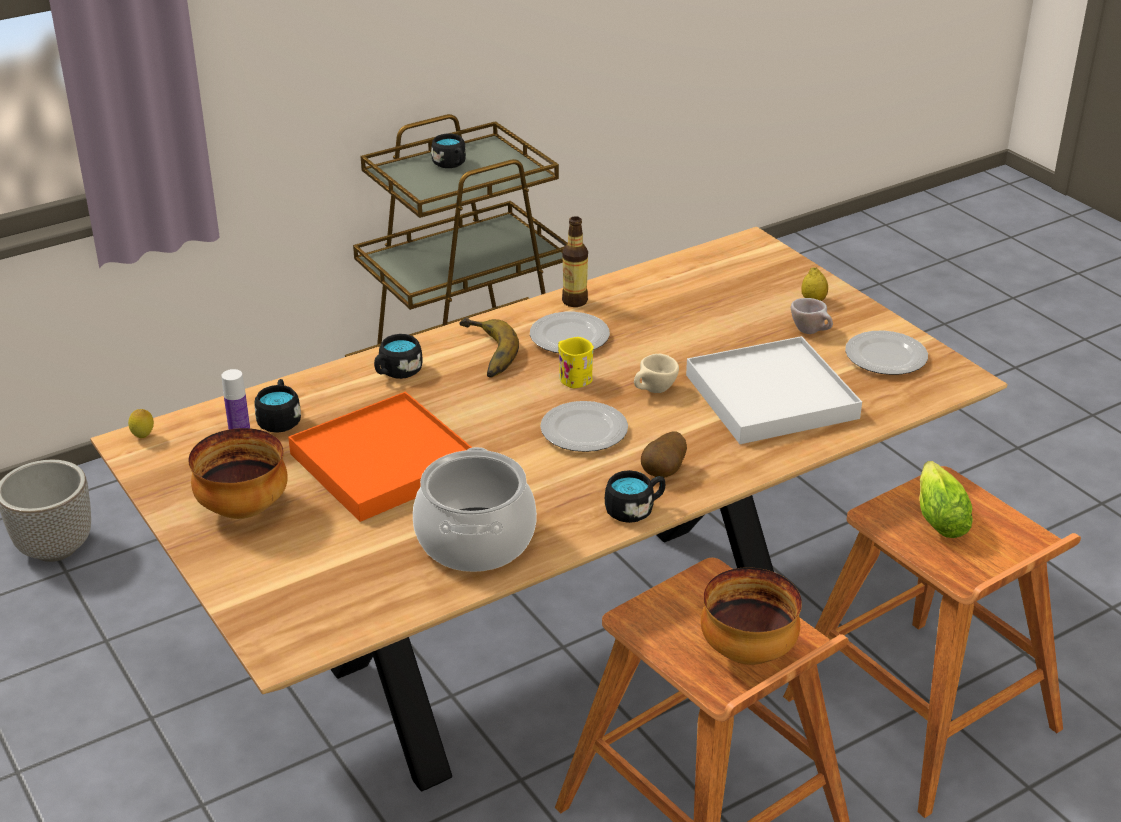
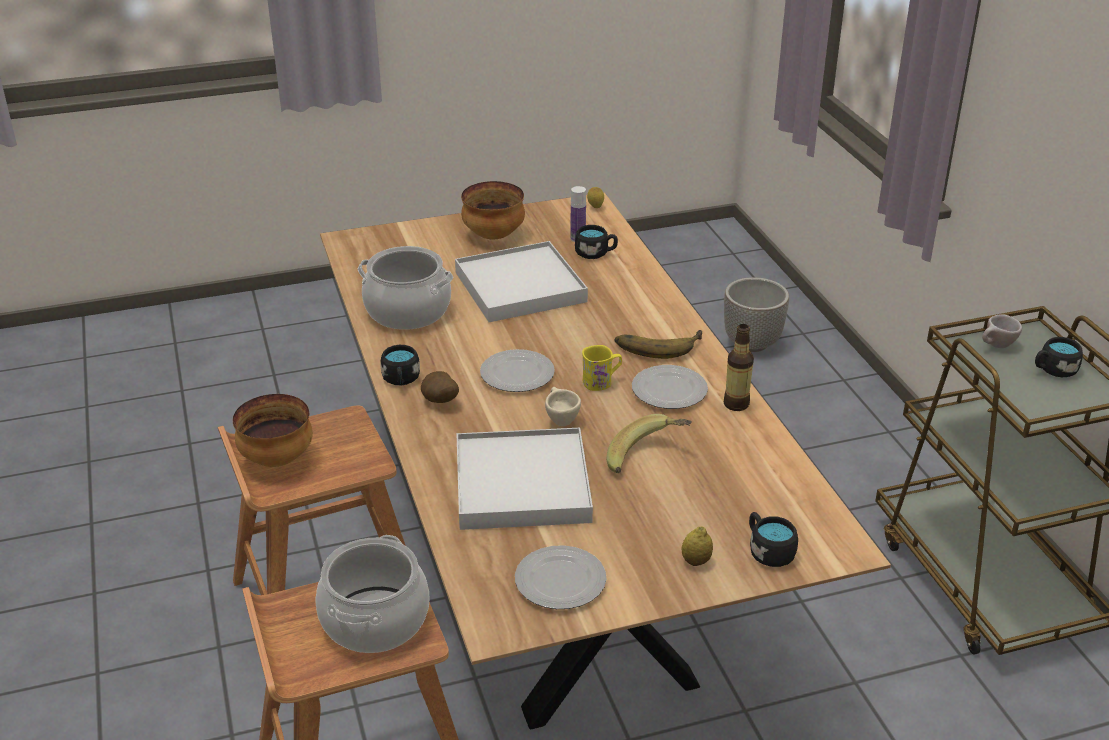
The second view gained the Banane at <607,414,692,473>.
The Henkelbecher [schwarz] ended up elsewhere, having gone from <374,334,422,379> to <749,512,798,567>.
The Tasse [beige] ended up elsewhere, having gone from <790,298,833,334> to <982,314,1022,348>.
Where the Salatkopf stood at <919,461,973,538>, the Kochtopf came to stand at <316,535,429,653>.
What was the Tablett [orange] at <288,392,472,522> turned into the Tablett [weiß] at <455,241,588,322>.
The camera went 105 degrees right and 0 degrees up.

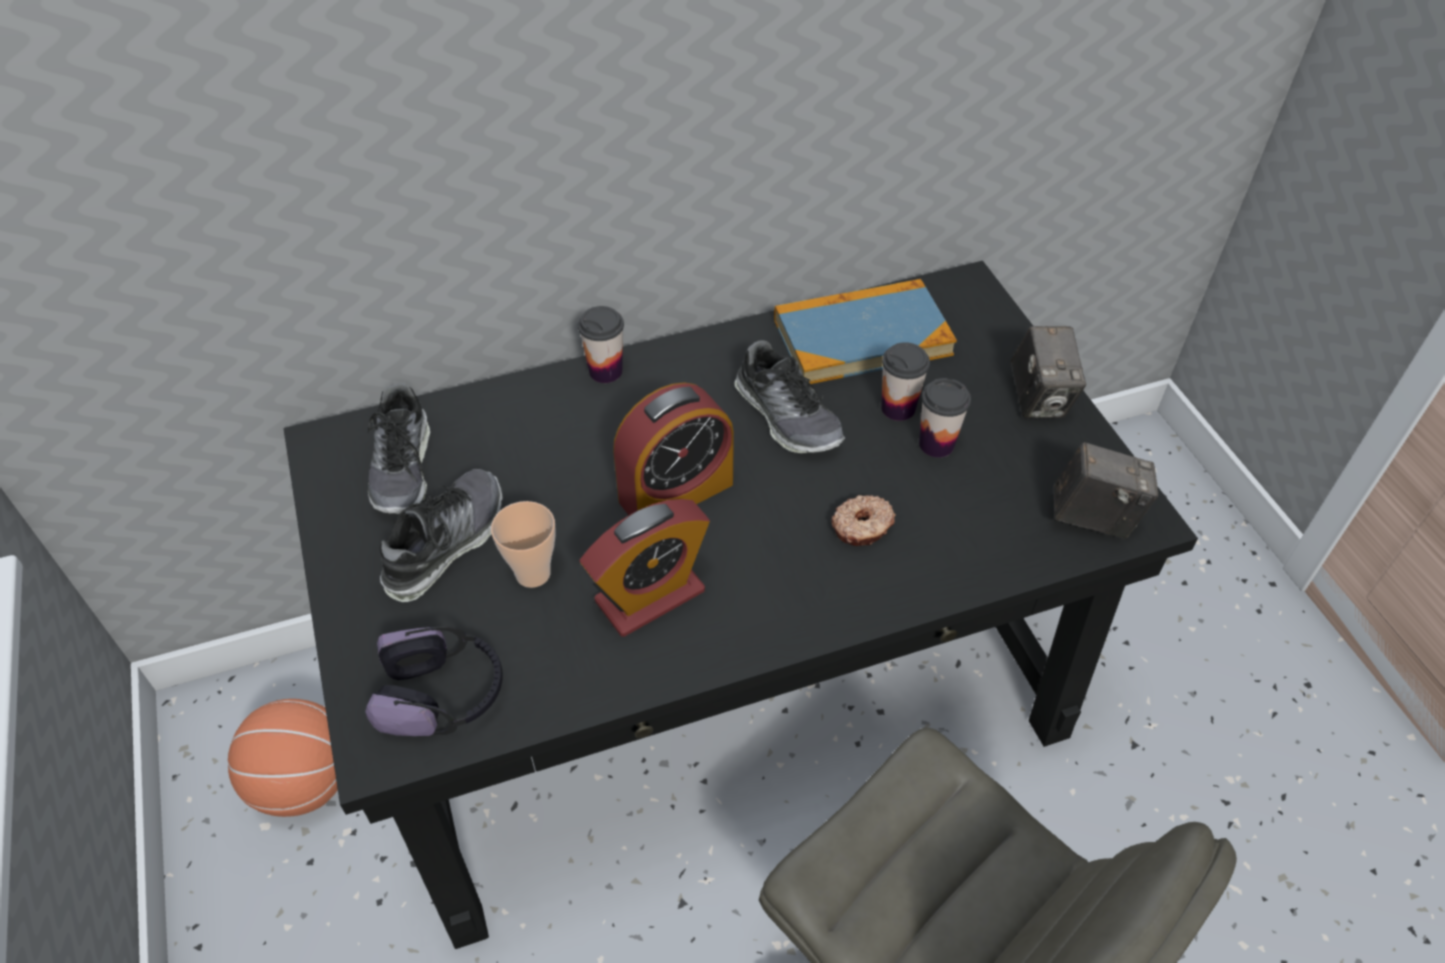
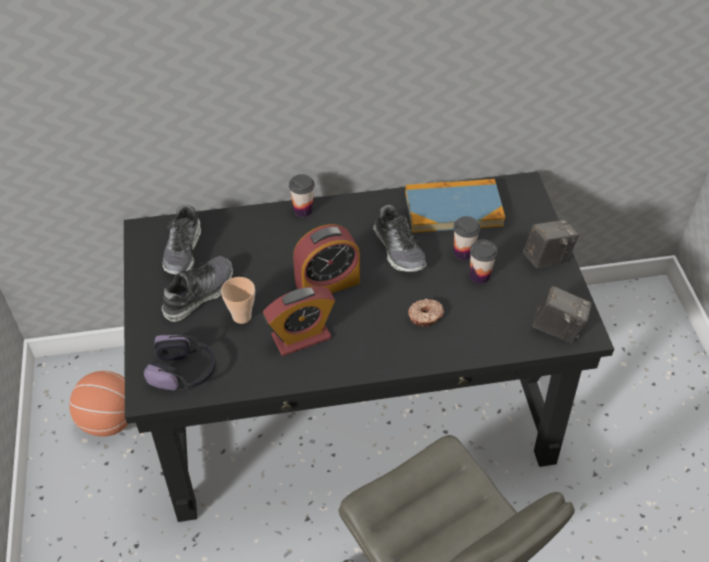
The Kamera at <1010,326,1086,418> ended up facing another way, 120 degrees counterclockwise from before.
The camera went 10 degrees right and 0 degrees up.

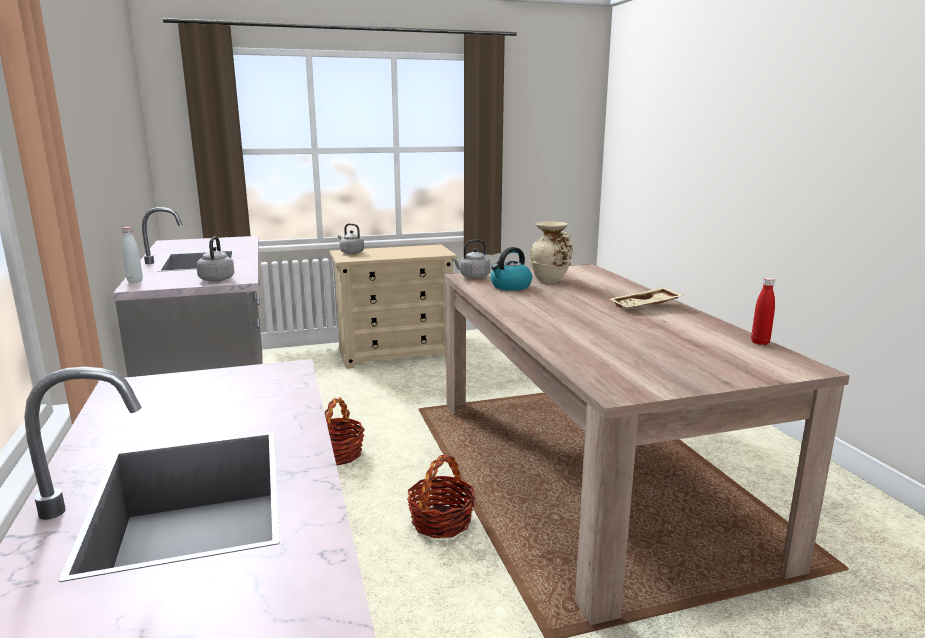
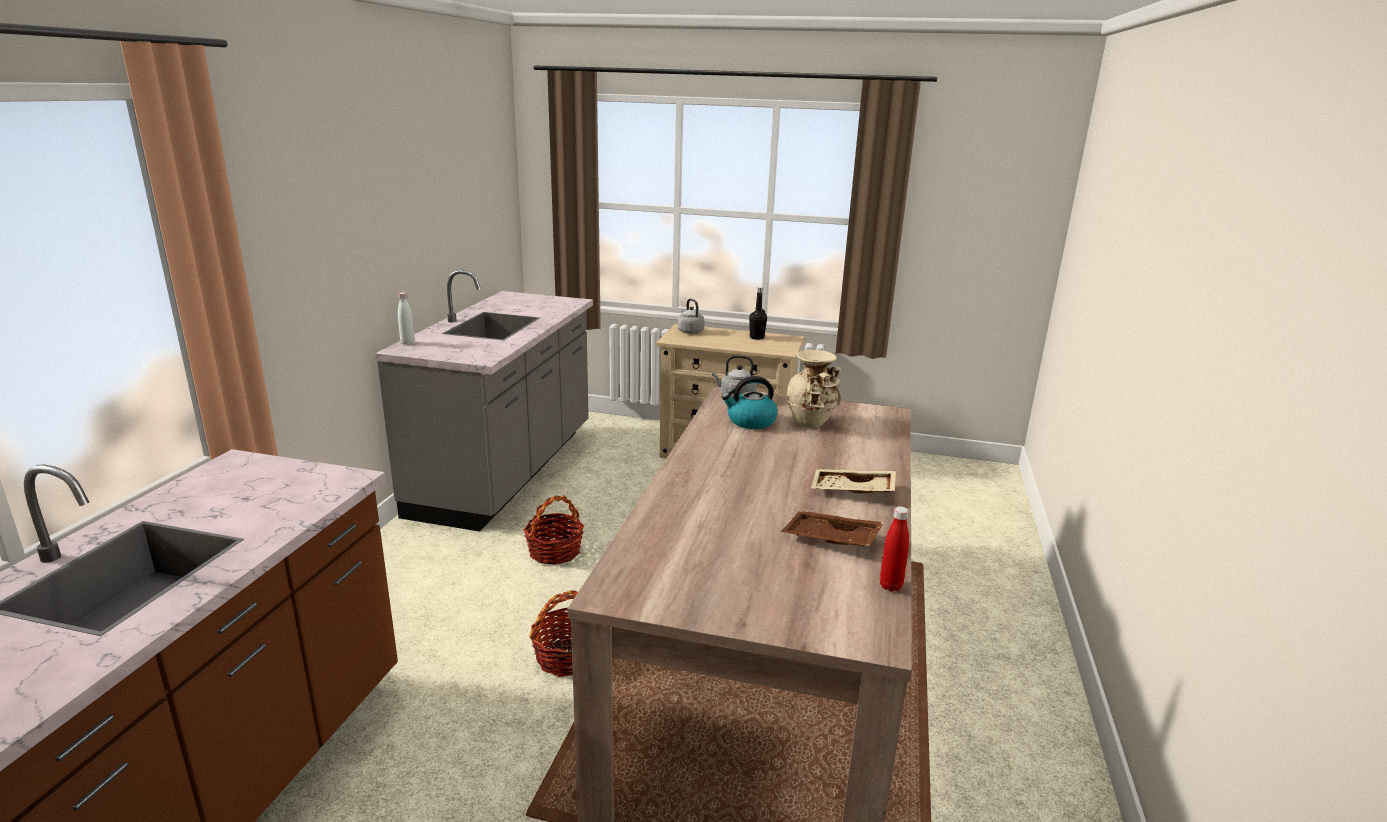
The second view lost the Wasserkessel [grau] at <196,236,234,282>.
The second view gained the Flasche [schwarz] at <749,287,767,340>.
The second view gained the Tablett [braun] at <780,511,884,547>.
The camera went 30 degrees right and 5 degrees up.

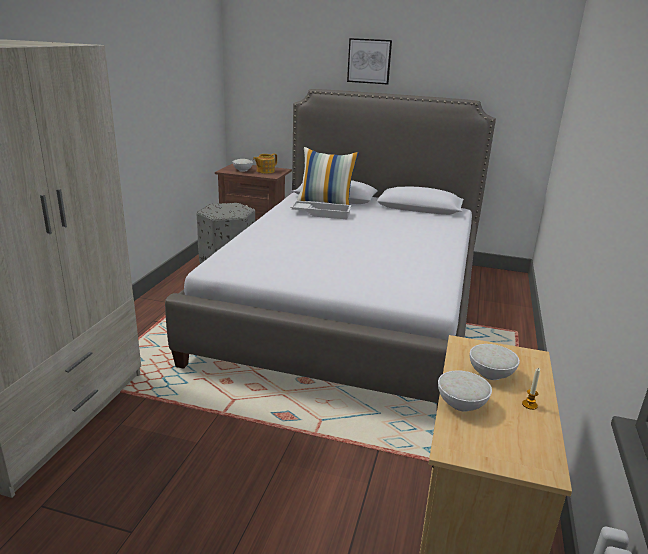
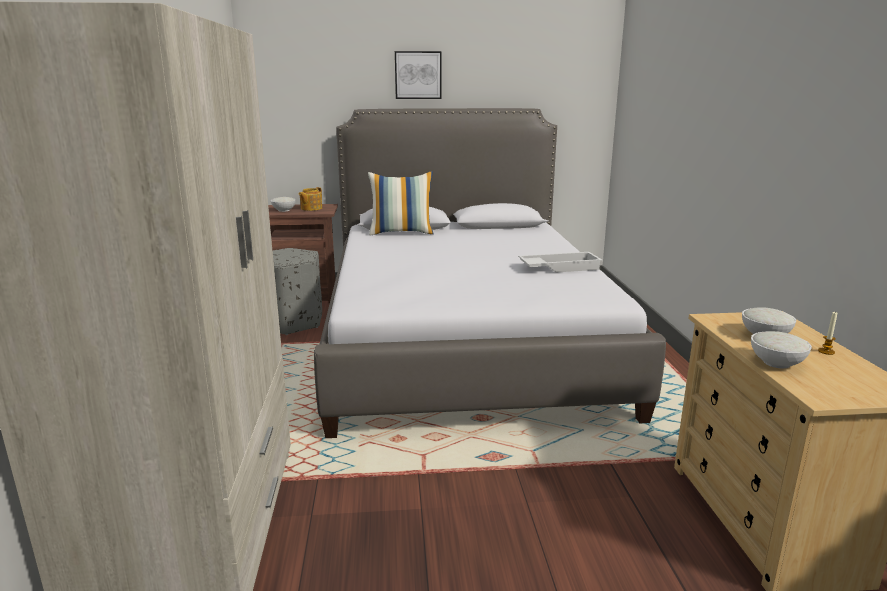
The Tablett [weiß] ended up elsewhere, having gone from <290,200,352,219> to <518,252,603,273>.
The camera went 20 degrees left and 5 degrees down.

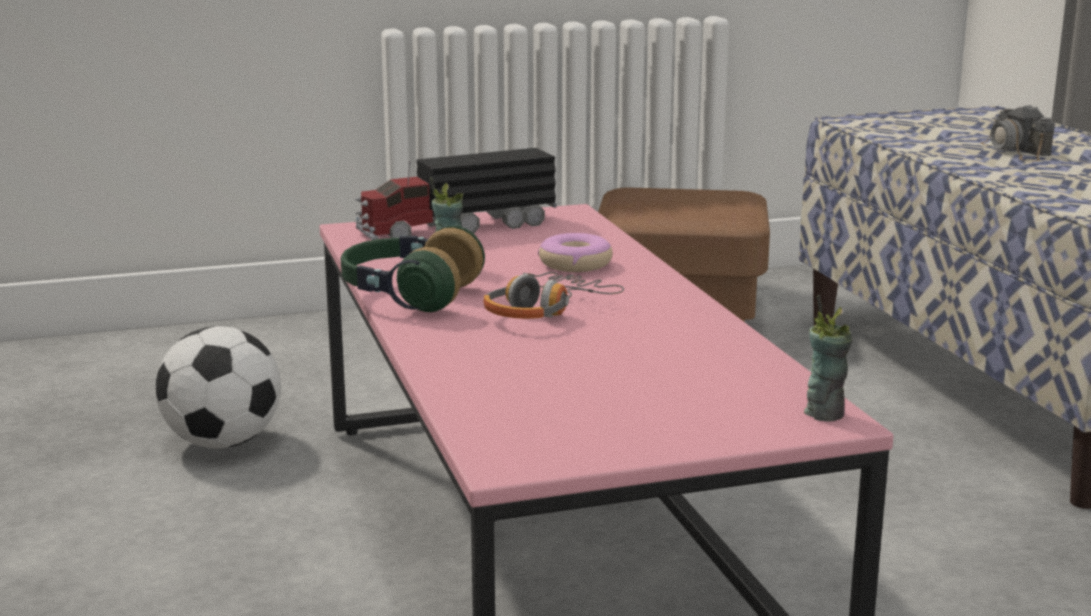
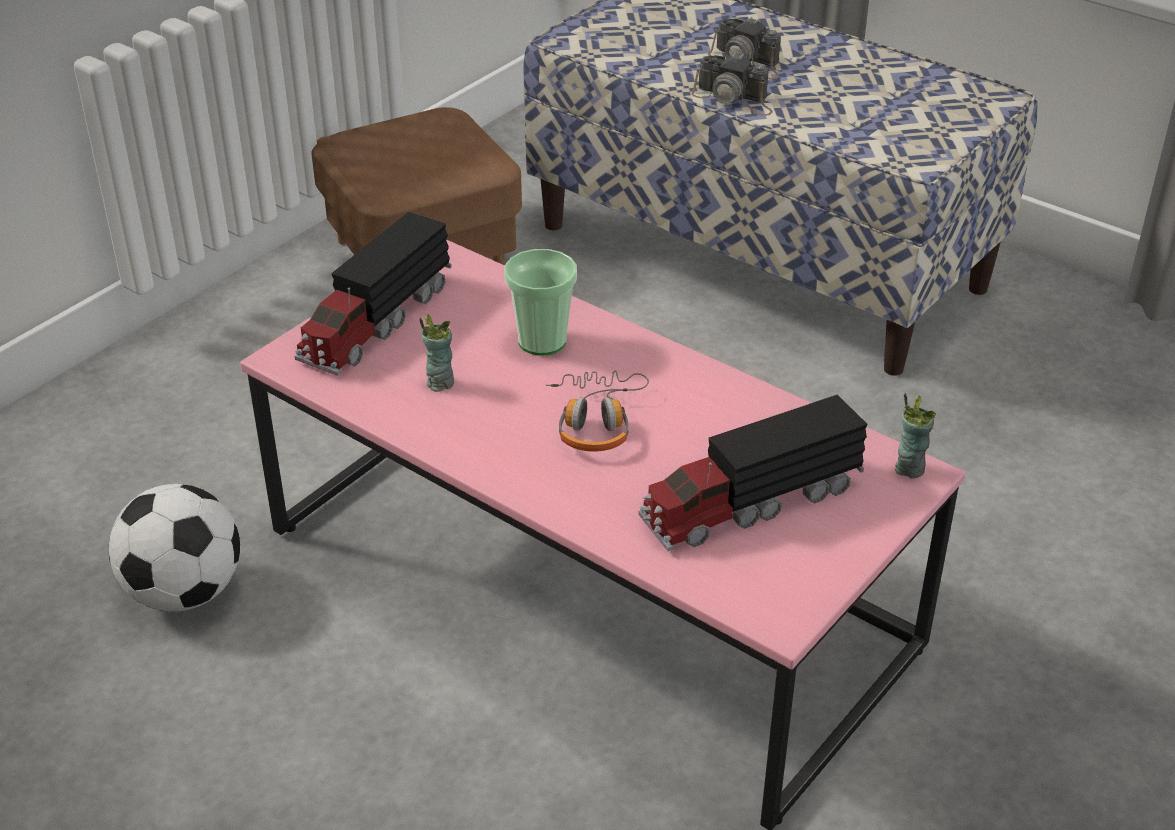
The second view lost the Kopfhörer at <341,226,485,312>.
The second view gained the Spielzeuglaster at <639,395,867,551>.
The second view gained the Kamera at <691,52,773,116>.
Where the Donut stood at <538,233,613,272>, the Tasse came to stand at <504,249,577,355>.
The camera went 35 degrees left and 20 degrees up.

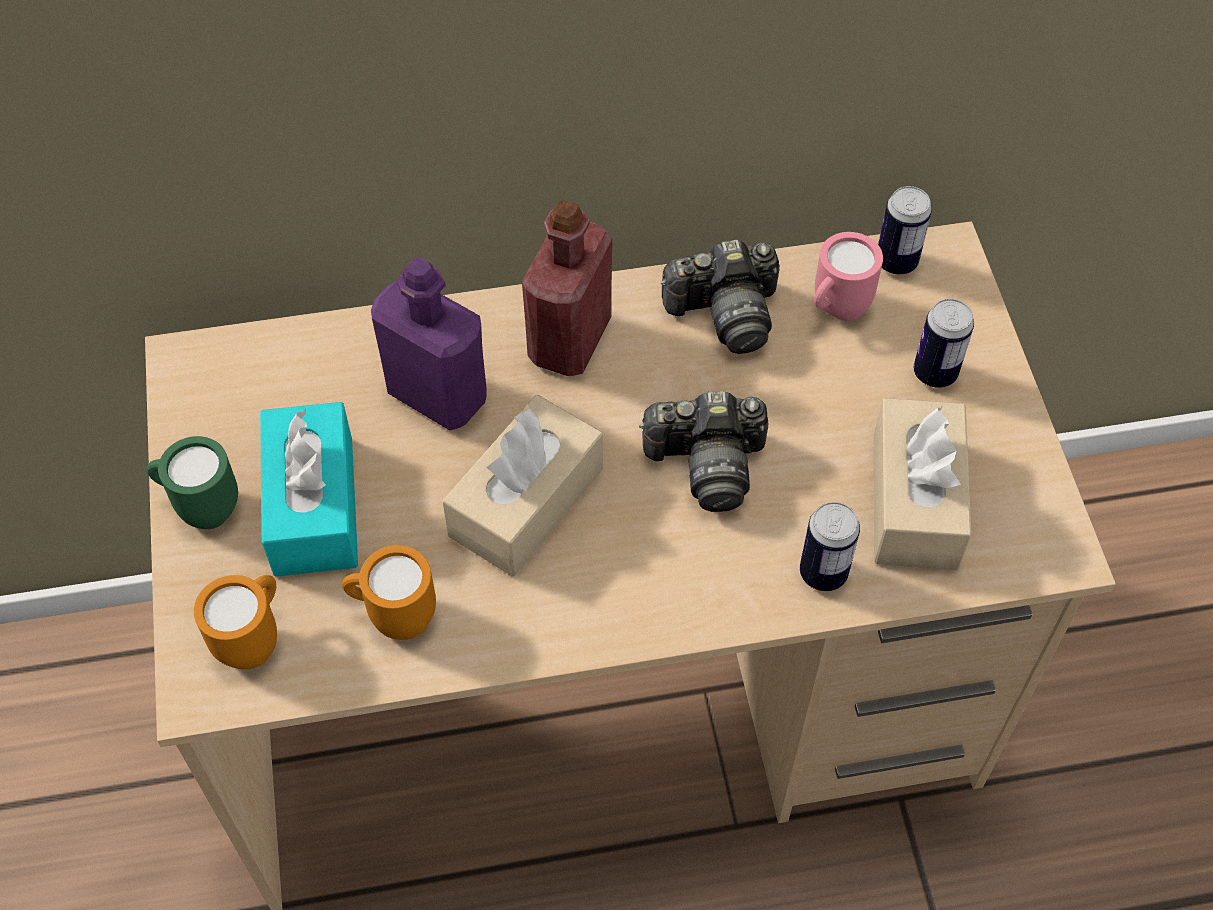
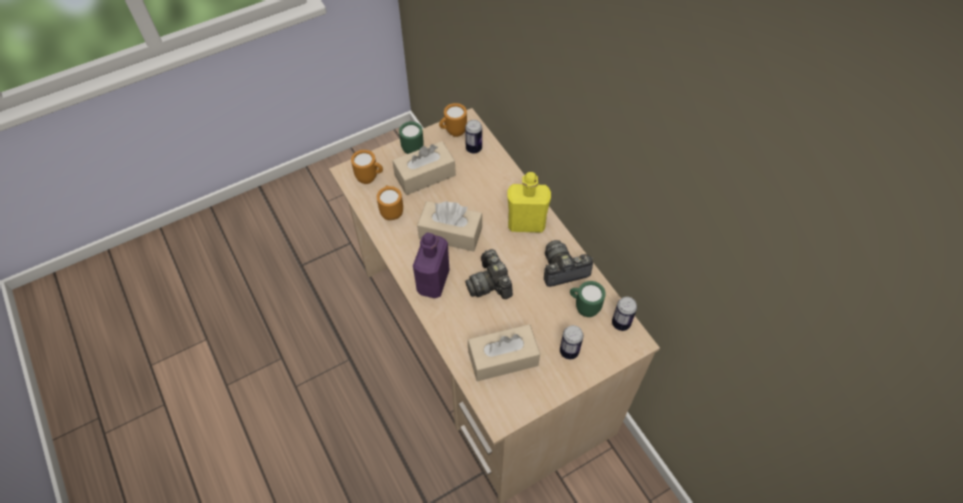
The second view gained the Henkelbecher [orange] at <439,103,467,137>.
The Flasche [lila] ended up elsewhere, having gone from <371,257,487,431> to <413,232,450,298>.
The Dose ended up elsewhere, having gone from <800,502,860,591> to <465,120,482,154>.
What was the Taschentuchbox [türkis] at <260,402,358,577> turned into the Taschentuchbox [beige] at <392,141,456,195>.
What was the Flasche [rot] at <522,200,612,376> turned into the Flasche [gelb] at <508,172,551,233>.
What was the Henkelbecher [rosa] at <814,232,883,321> turned into the Henkelbecher [grün] at <570,281,606,317>.
The Kamera at <661,240,780,354> ended up facing another way, 105 degrees clockwise from before.
The camera went 70 degrees right and 0 degrees up.

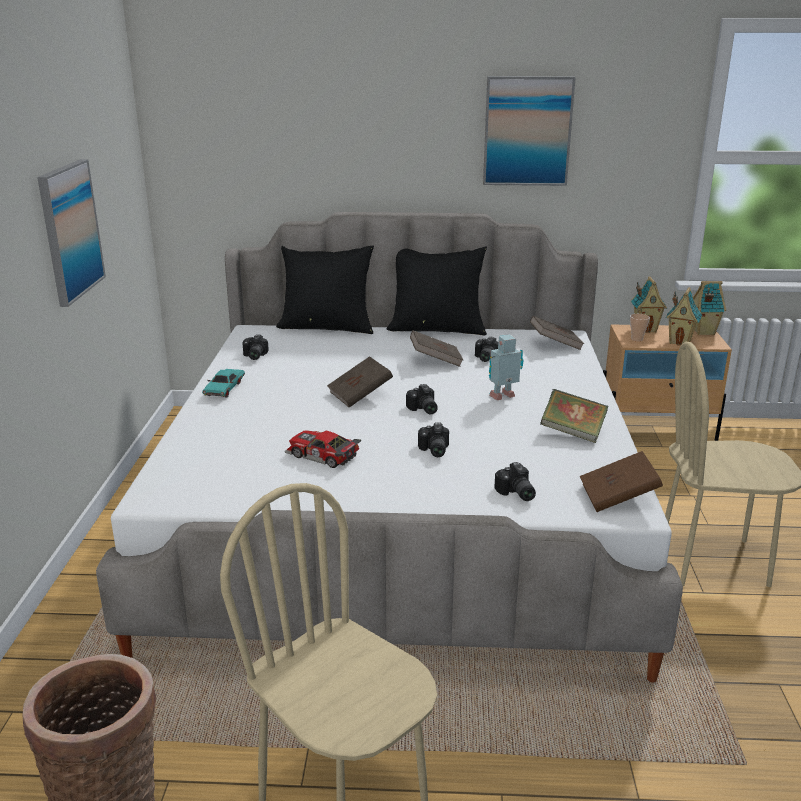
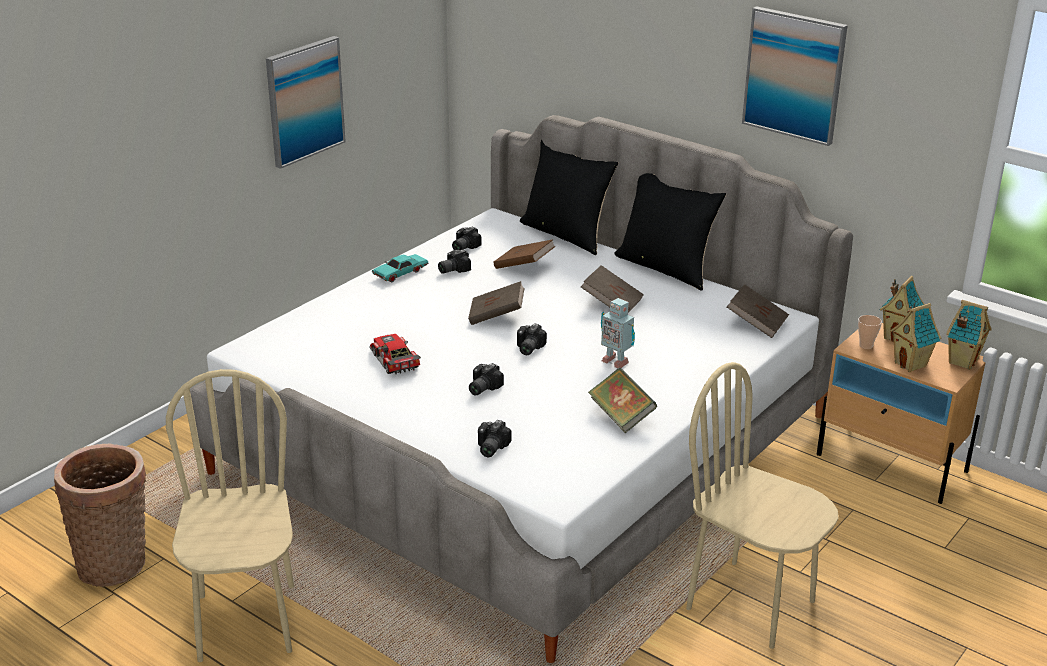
The Kamera ended up elsewhere, having gone from <475,337,498,362> to <438,250,471,273>.
The Buch [braun] ended up elsewhere, having gone from <580,451,663,512> to <493,239,556,269>.
The Spielzeugroboter at <489,334,524,400> ended up facing another way, 150 degrees counterclockwise from before.
The camera went 35 degrees right and 5 degrees up.

